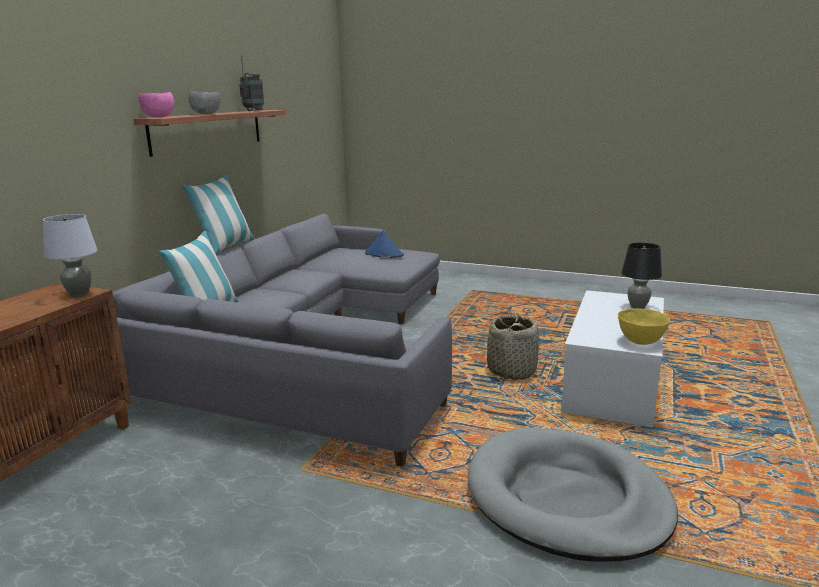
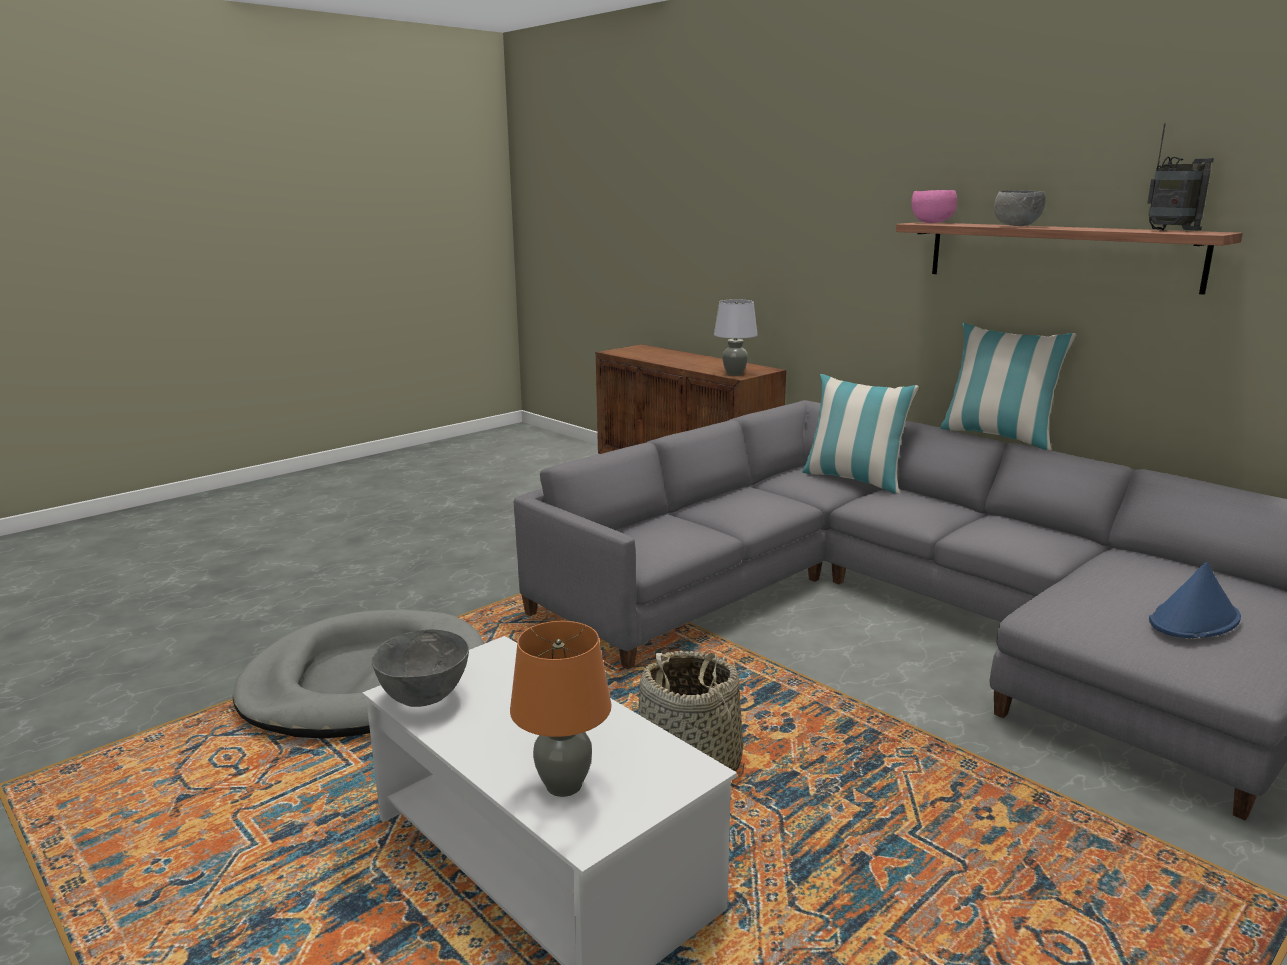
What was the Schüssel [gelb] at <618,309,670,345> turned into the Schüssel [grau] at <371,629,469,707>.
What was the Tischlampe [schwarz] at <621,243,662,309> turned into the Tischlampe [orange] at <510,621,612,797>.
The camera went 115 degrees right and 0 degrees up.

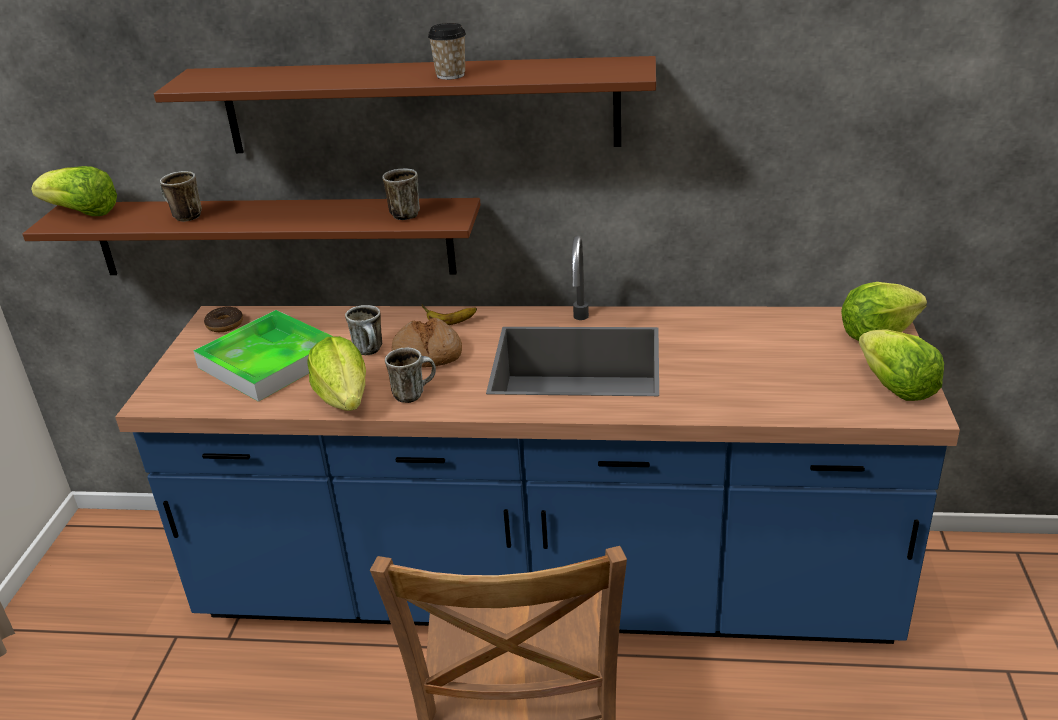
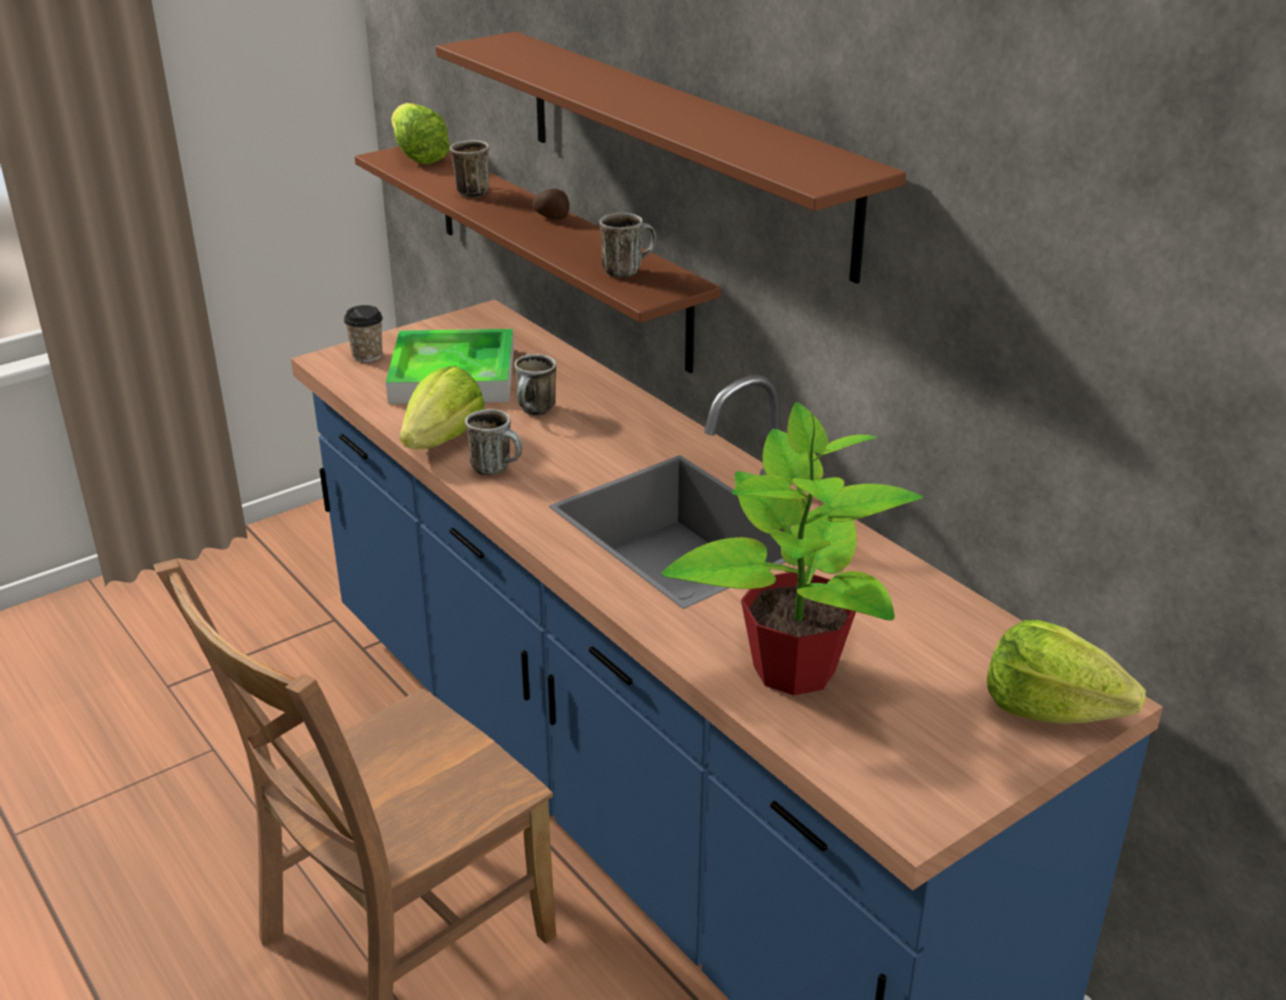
The second view lost the Donut at <204,307,243,332>.
The second view lost the Brot at <392,318,462,368>.
The second view lost the Banane at <422,305,477,325>.
The second view lost the Salatkopf at <859,330,944,401>.
The second view gained the Kartoffel at <533,188,570,220>.
The second view gained the Topfpflanze at <662,402,923,695>.
The Tasse ended up elsewhere, having gone from <428,23,466,80> to <344,305,383,362>.
The camera went 45 degrees right and 0 degrees up.

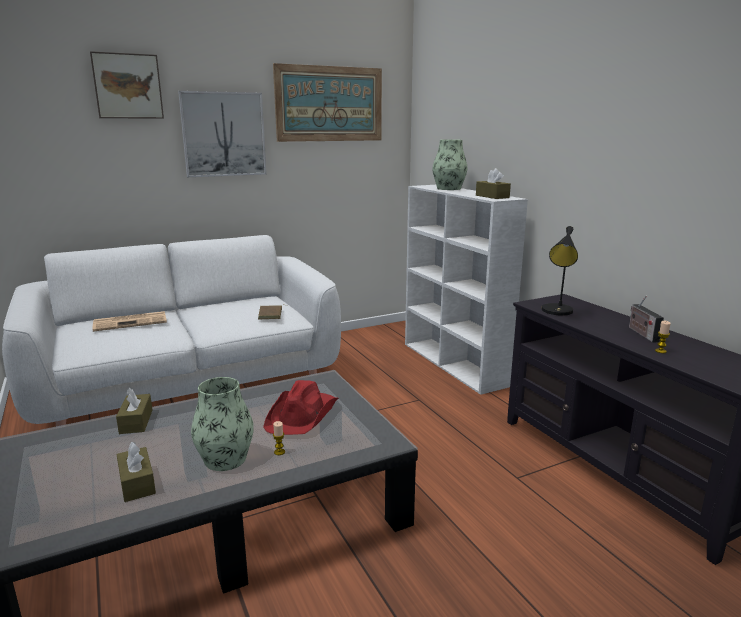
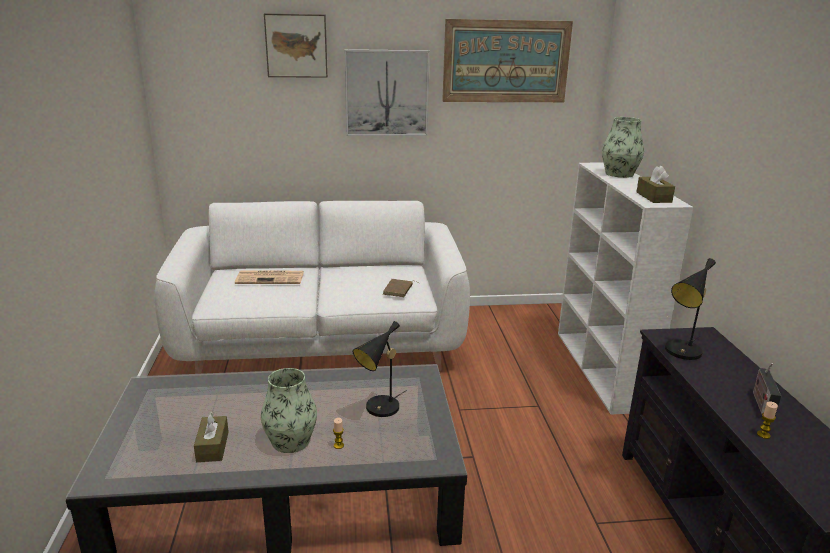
The second view lost the Taschentuchbox [braun] at <116,387,152,434>.
Where the Hut [rot] stood at <263,380,339,435>, the Tischlampe [schwarz] came to stand at <353,321,407,417>.
The camera went 20 degrees right and 5 degrees up.

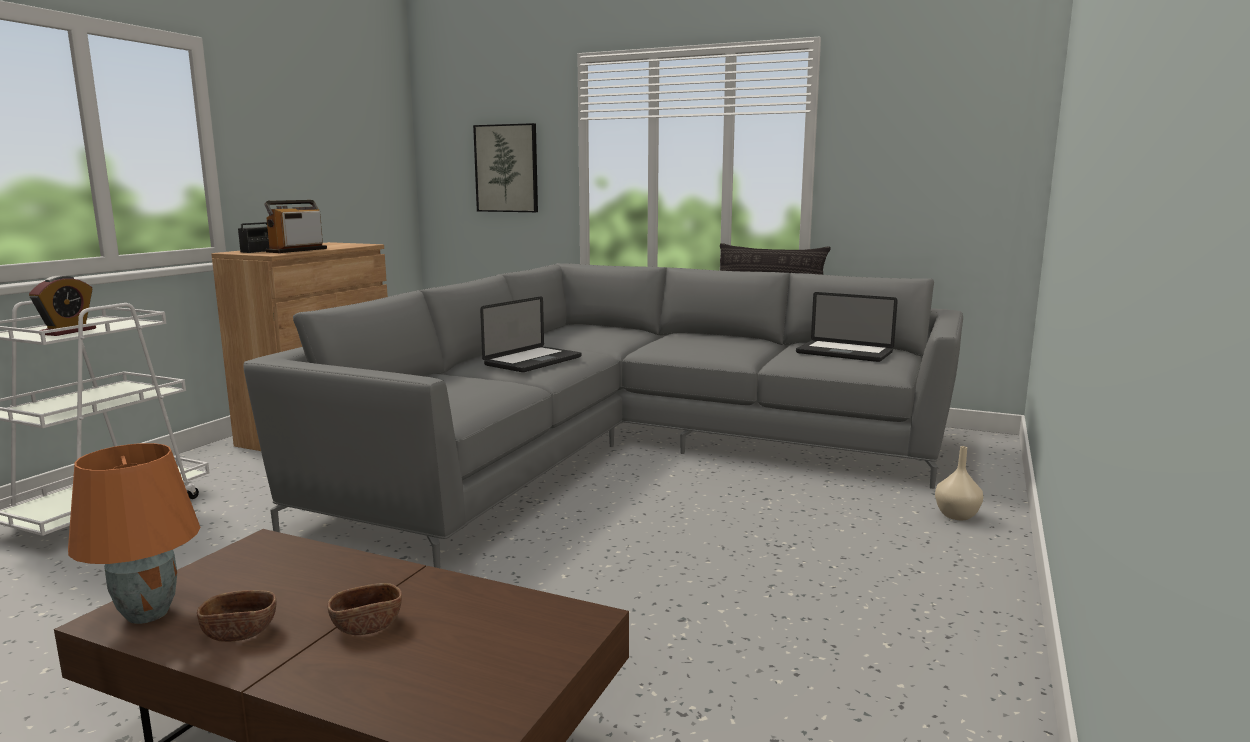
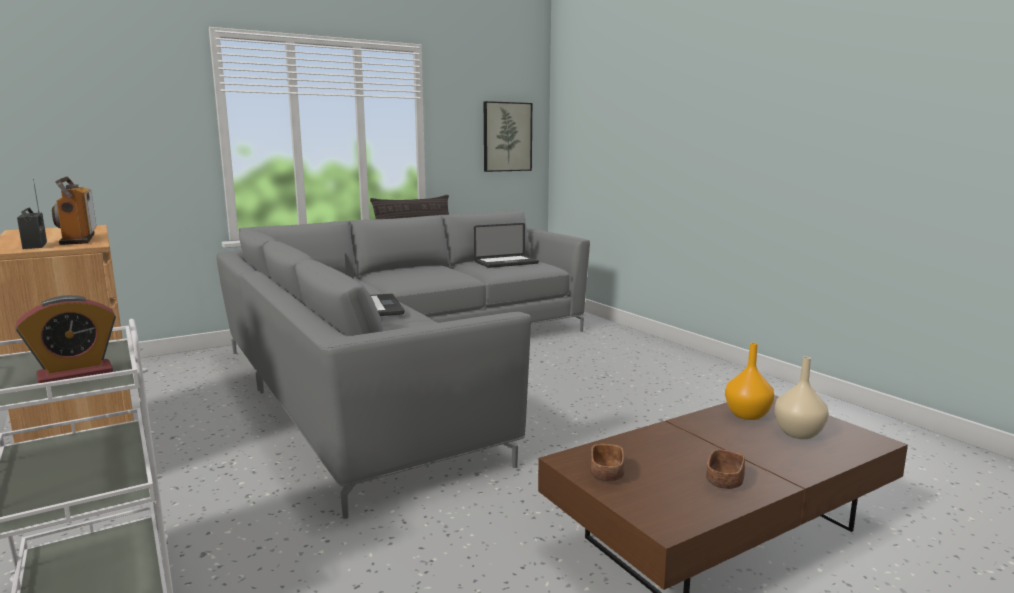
The second view lost the Tischlampe [orange] at <68,443,200,624>.
The second view gained the Vase [orange] at <725,343,774,420>.
The Schüssel [braun] ended up elsewhere, having gone from <328,583,402,635> to <589,444,625,482>.
The Bild ended up elsewhere, having gone from <473,123,538,212> to <484,101,532,172>.
The Vase [beige] ended up elsewhere, having gone from <935,446,983,520> to <774,357,829,439>.
The Wecker at <29,276,96,336> ended up facing another way, 90 degrees clockwise from before.
The camera went 55 degrees left and 0 degrees up.

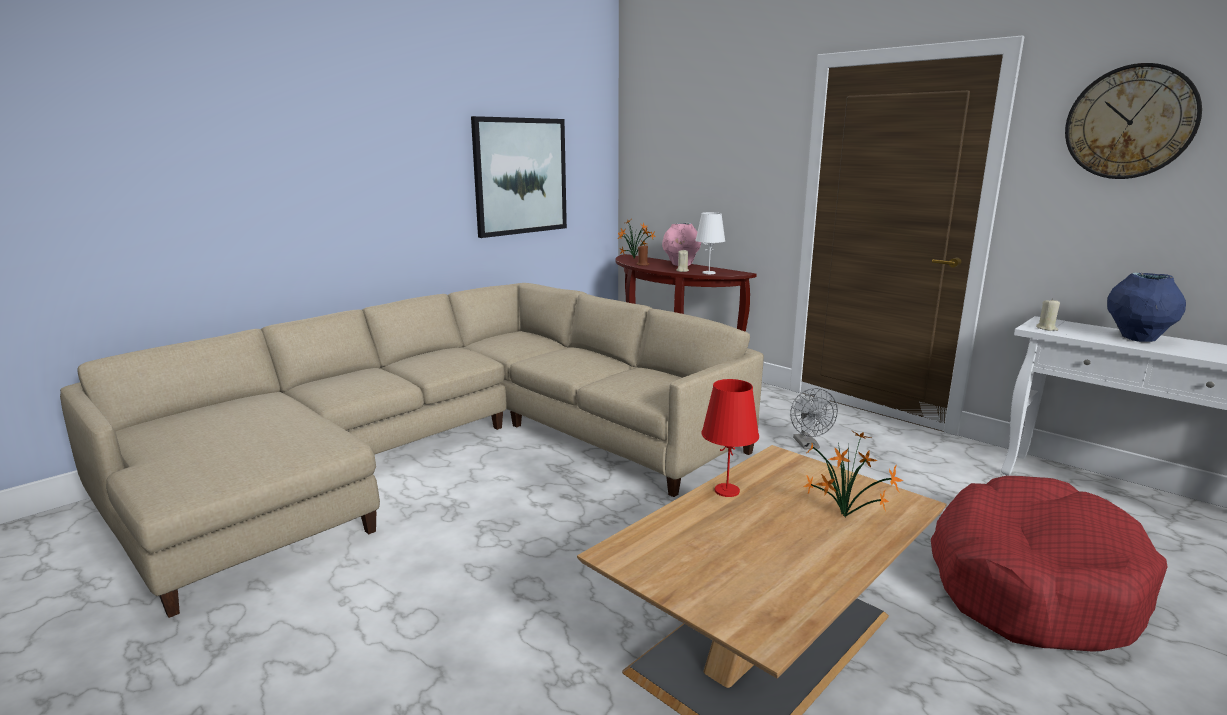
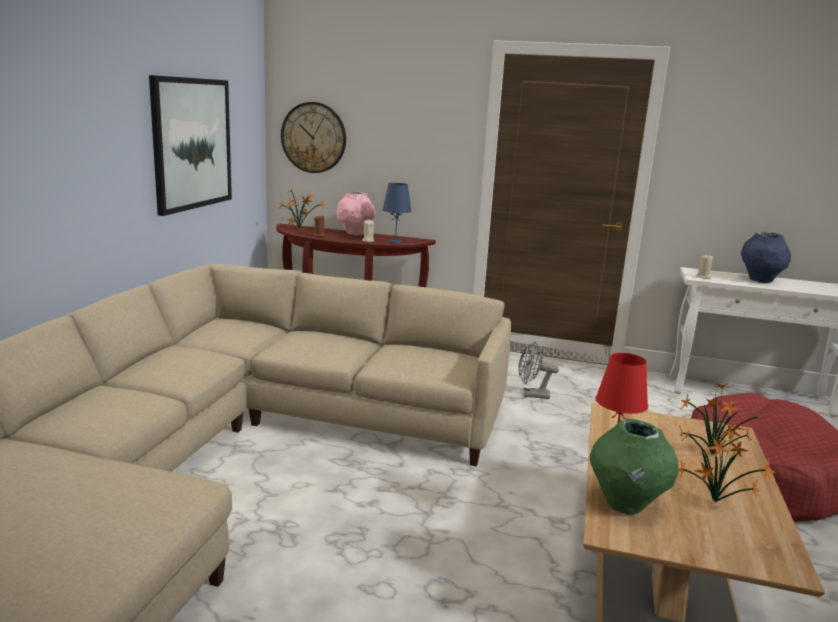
The second view gained the Vase [grün] at <590,419,679,515>.
The second view gained the Topfpflanze at <679,422,776,503>.
The Wanduhr ended up elsewhere, having gone from <1065,63,1202,179> to <281,102,346,173>.
What was the Tischlampe [weiß] at <695,212,725,274> turned into the Tischlampe [blau] at <382,183,411,243>.
The Ventilator [grau] at <790,388,838,450> ended up facing another way, 135 degrees clockwise from before.
The camera went 30 degrees left and 0 degrees up.

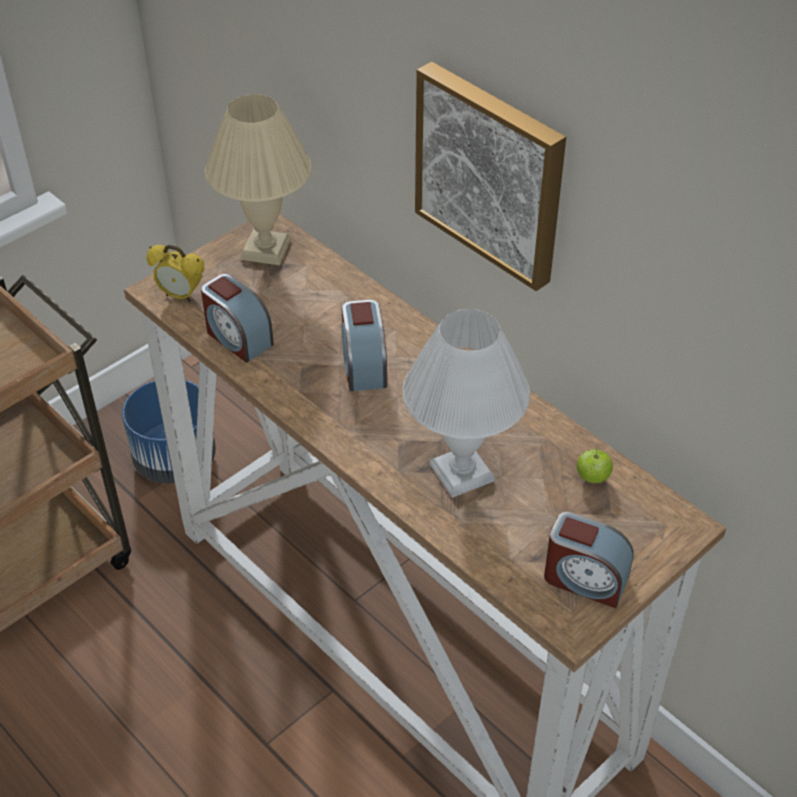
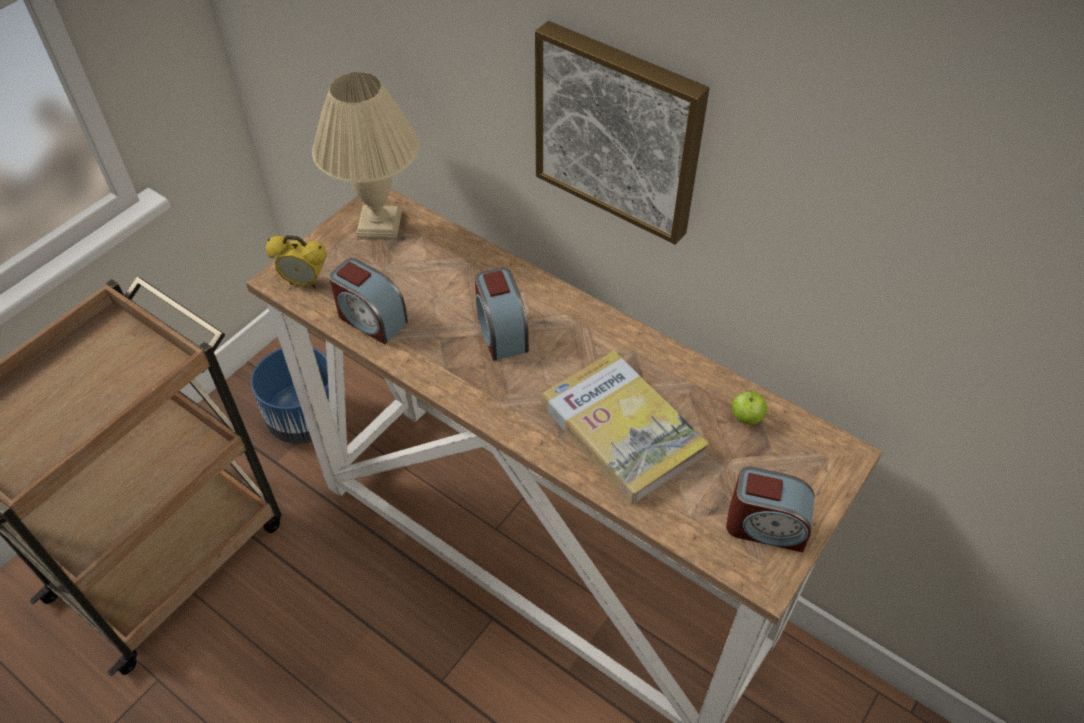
Where the Tischlampe [weiß] stood at <403,309,530,498>, the Buch came to stand at <542,351,709,505>.
The camera went 10 degrees left and 5 degrees up.

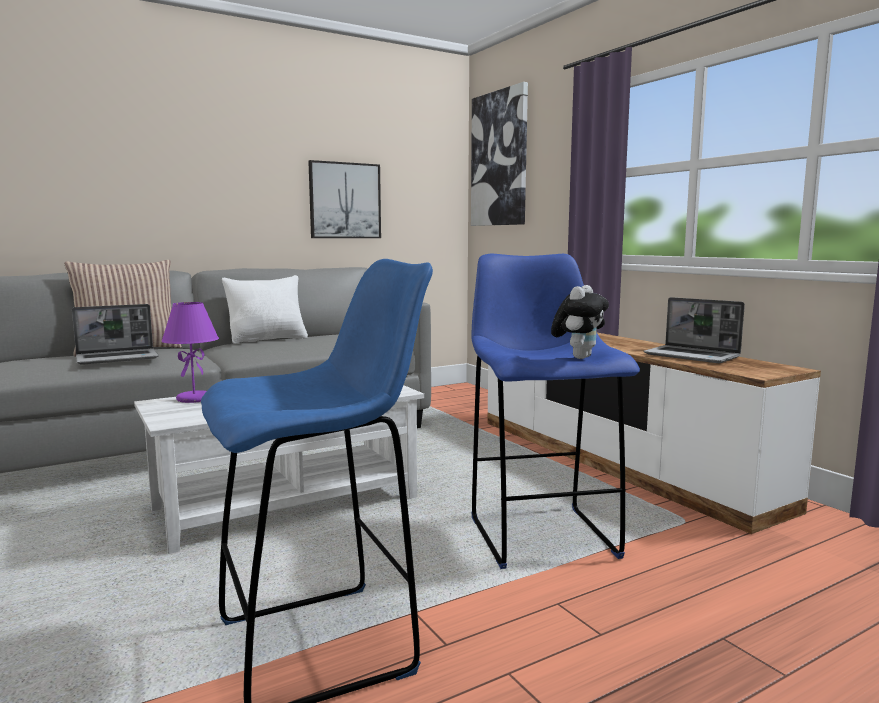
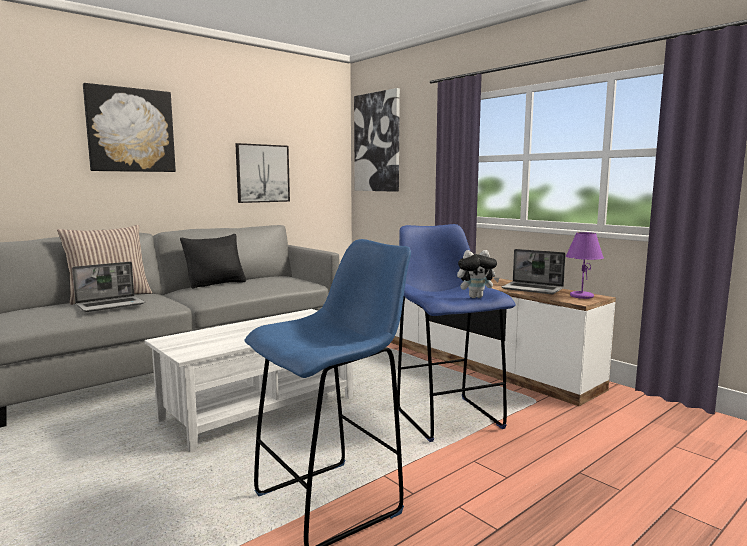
The second view gained the Bild at <83,83,176,172>.
The Tischlampe [lila] ended up elsewhere, having gone from <161,302,219,403> to <566,232,604,299>.
What was the Kissen [weiß] at <222,275,308,344> turned into the Kissen [schwarz] at <180,234,246,289>.
The Plüschtier at <551,285,609,359> ended up facing another way, 60 degrees clockwise from before.
The camera went 10 degrees left and 0 degrees up.

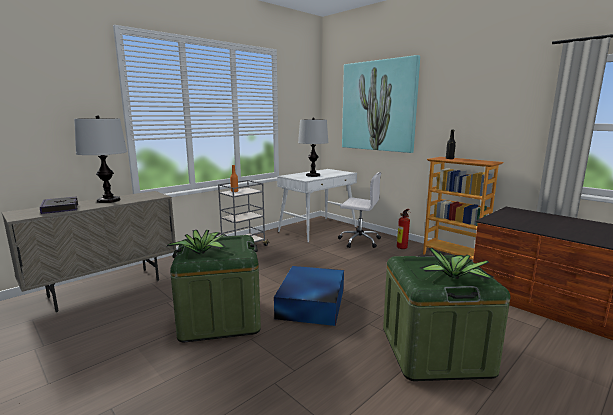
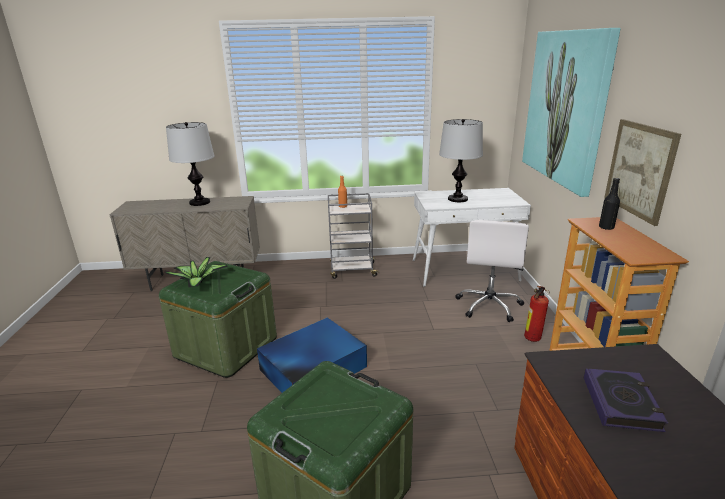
The second view lost the Topfpflanze at <420,248,493,280>.
The second view gained the Bild at <604,119,681,226>.
The Buch ended up elsewhere, having gone from <40,196,78,214> to <584,368,668,432>.
The Bürostuhl [weiß] at <338,172,381,248> ended up facing another way, 45 degrees clockwise from before.
The camera went 40 degrees right and 10 degrees up.

